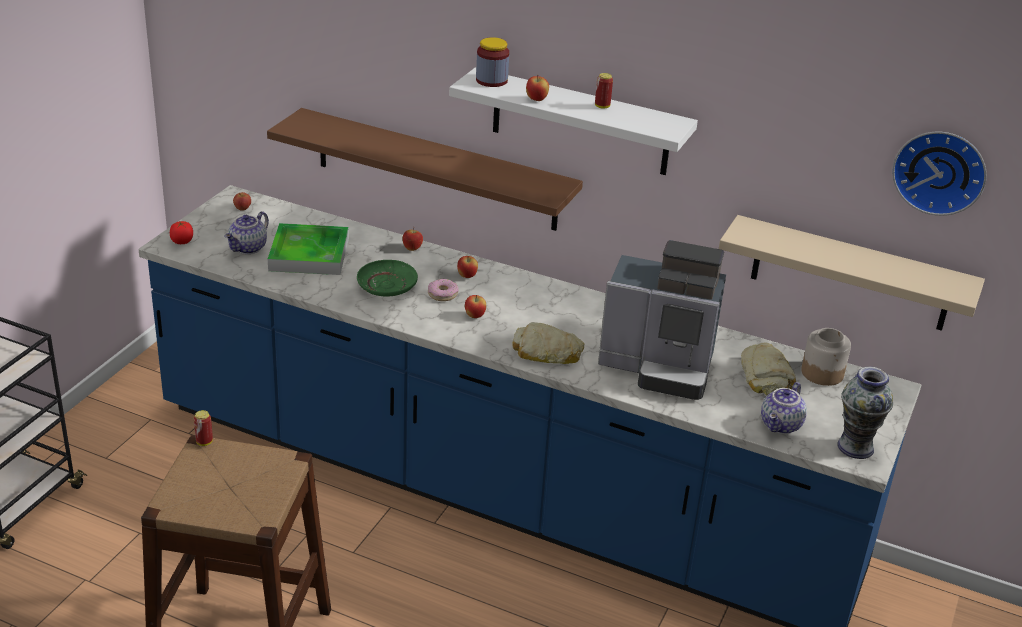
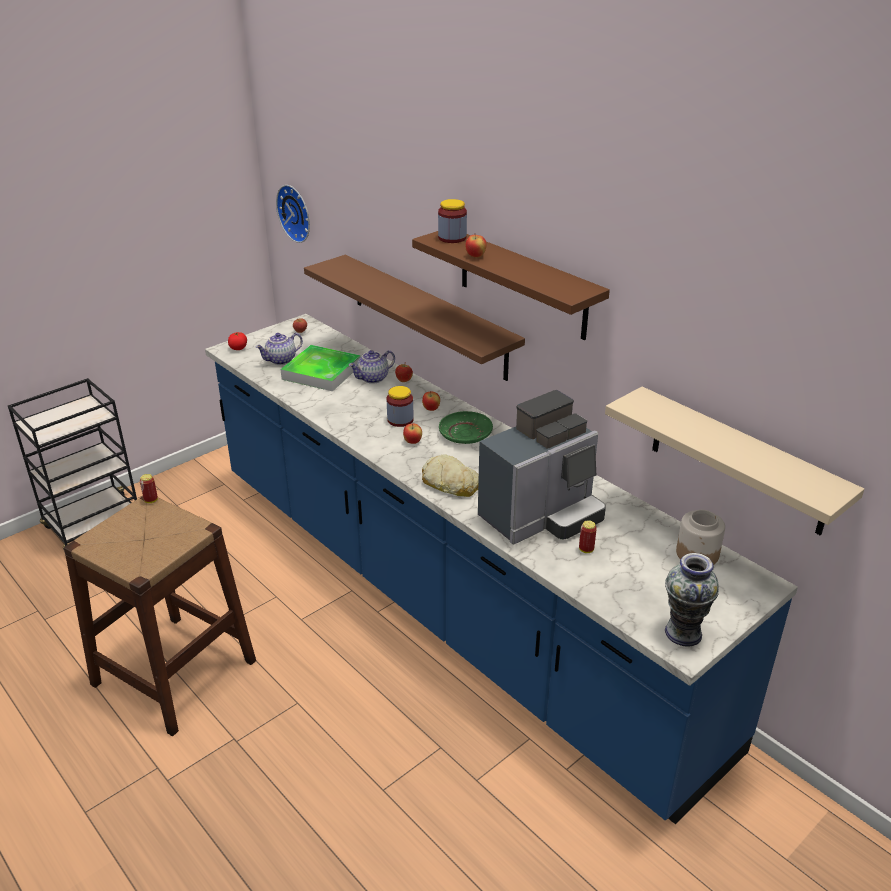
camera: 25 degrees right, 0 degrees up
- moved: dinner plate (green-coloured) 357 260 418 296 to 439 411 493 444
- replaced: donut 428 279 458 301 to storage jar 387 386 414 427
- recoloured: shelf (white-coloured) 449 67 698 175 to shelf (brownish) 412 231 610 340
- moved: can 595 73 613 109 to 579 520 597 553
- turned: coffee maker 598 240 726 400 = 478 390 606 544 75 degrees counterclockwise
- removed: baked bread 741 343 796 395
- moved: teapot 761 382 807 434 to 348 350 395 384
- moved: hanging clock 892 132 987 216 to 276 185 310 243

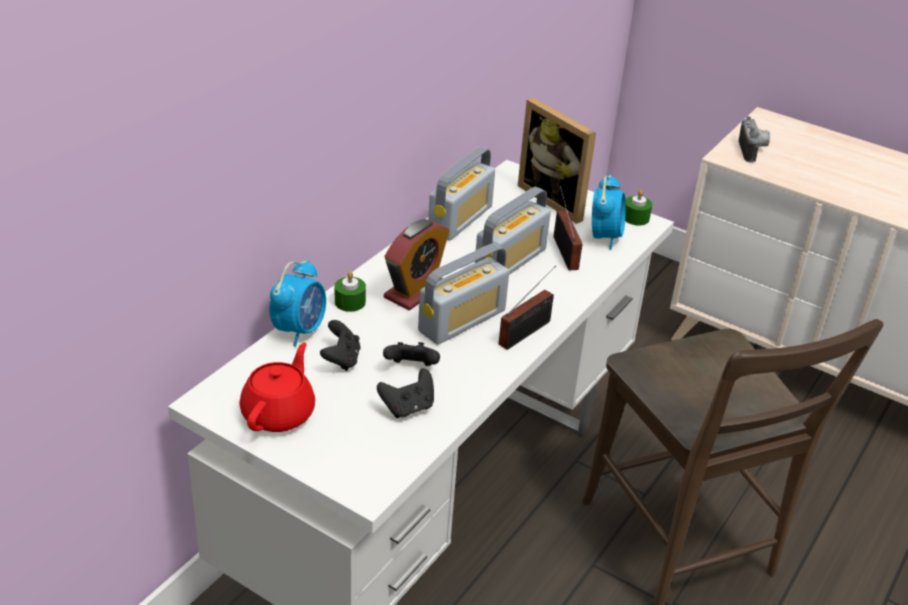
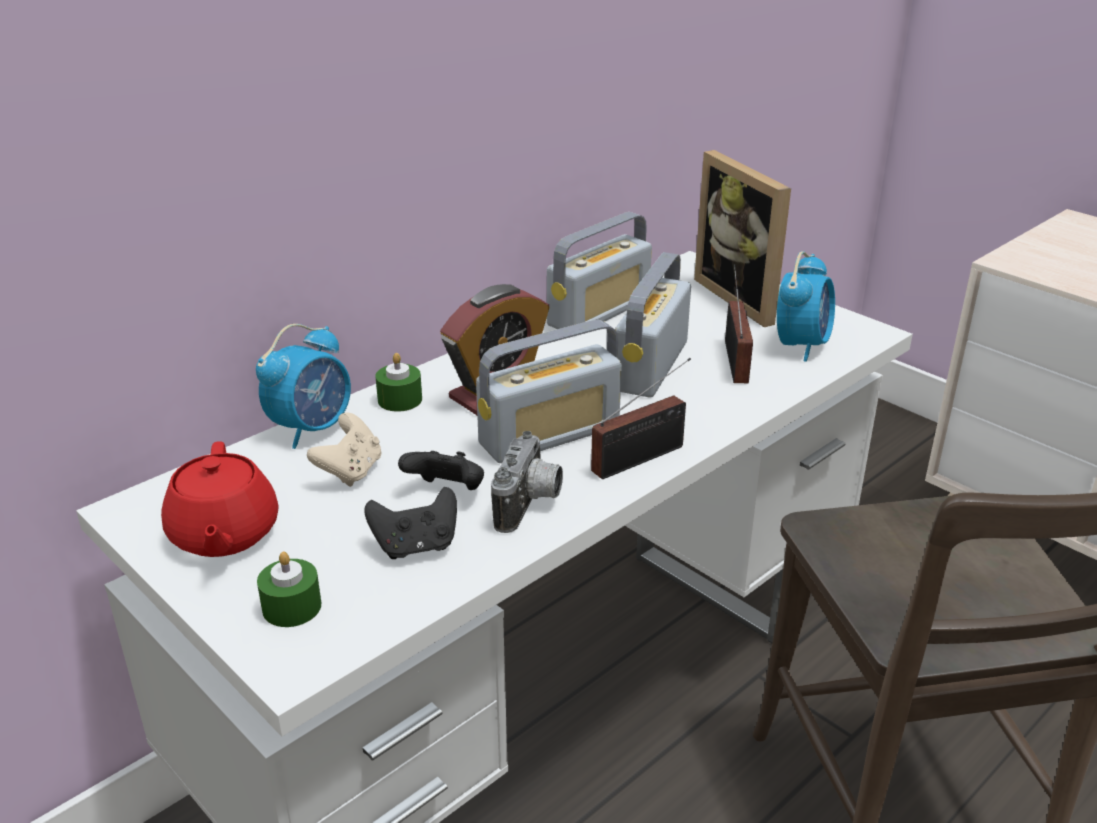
camera: 15 degrees right, 5 degrees down
- turned: teapot (red) 240 342 315 432 = 161 441 279 557 135 degrees clockwise
- recoloured: joypad (black-coloured) 320 320 360 371 to joypad (sand-coloured) 307 413 381 487
- turned: radio receiver 475 187 551 275 = 615 252 691 397 150 degrees clockwise
- moved: candle (green-coloured) 625 190 652 226 to 257 551 321 627
- moved: photo camera 738 116 770 163 to 491 431 563 533

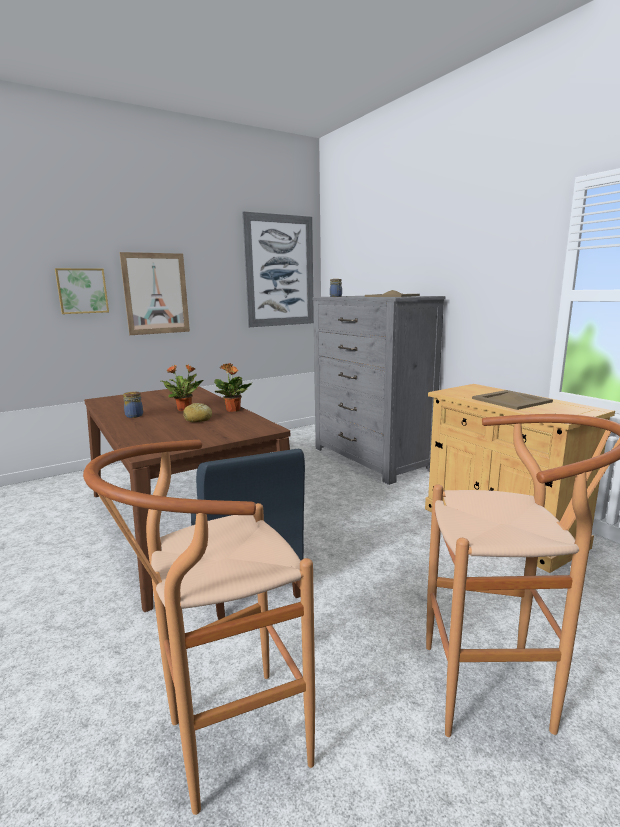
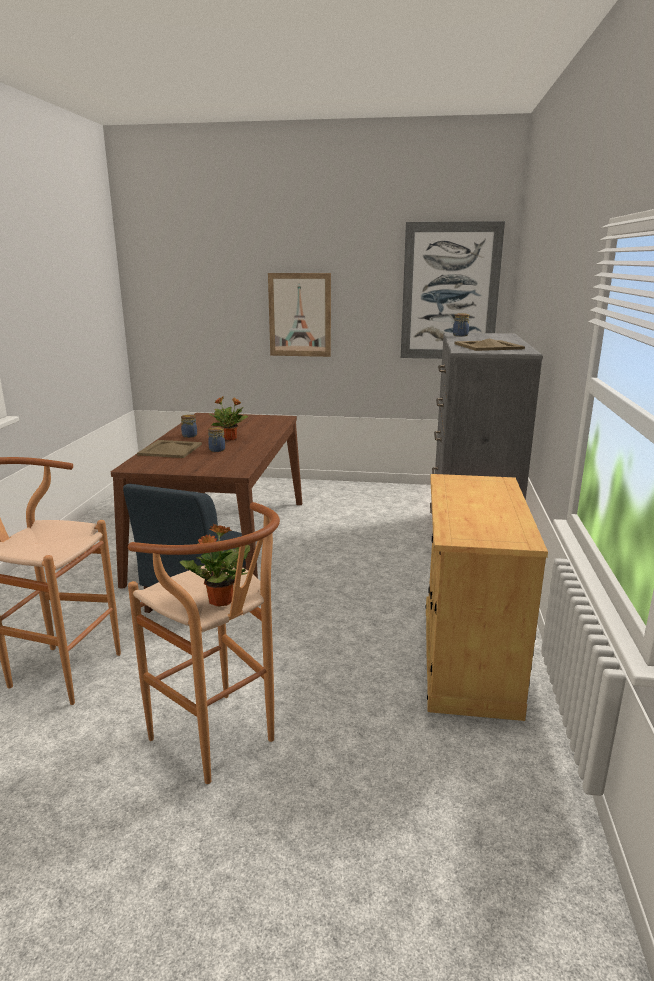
camera: 40 degrees right, 5 degrees up
- removed: picture 55 268 109 314
- replaced: baked bread 183 403 212 422 to storage jar 208 427 225 452
- moved: plant in a pot 214 363 252 412 to 180 524 250 606
- moved: serving tray (sand-coloured) 472 390 553 410 to 137 440 202 458

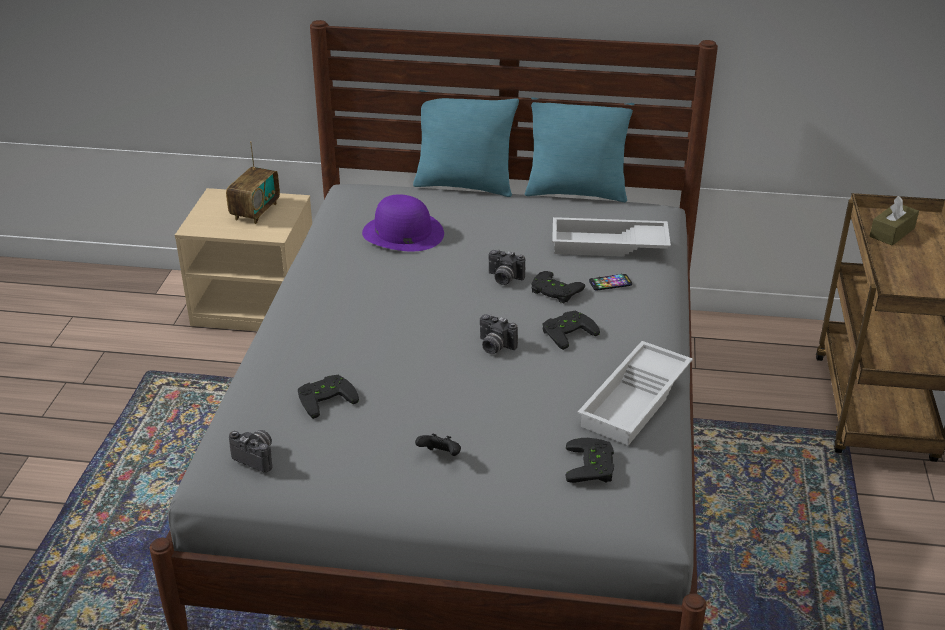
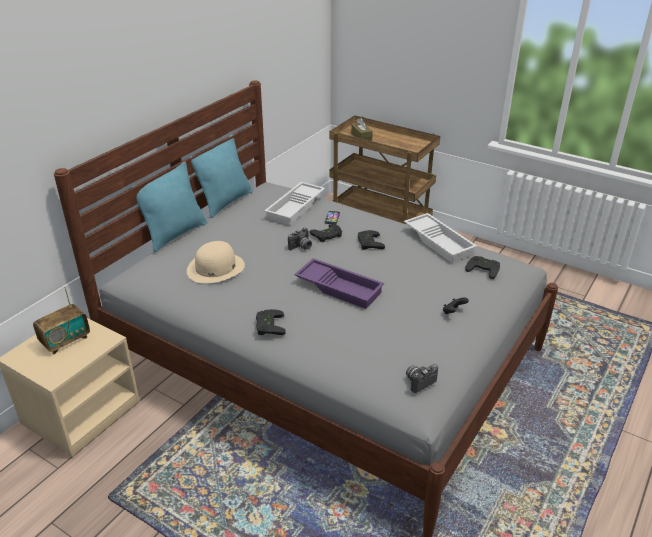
camera: 65 degrees left, 0 degrees up
- turned: radio receiver 226 141 280 224 = 33 286 90 355 90 degrees clockwise
- moved: joypad (black-coloured) 298 375 359 419 to 256 309 286 335
- recoloured: clothing hat (purple-coloured) 362 194 444 251 to clothing hat (sand-coloured) 187 241 245 283
- removed: photo camera 480 314 518 354
- added: serving tray (purple-coloured) 294 258 384 309

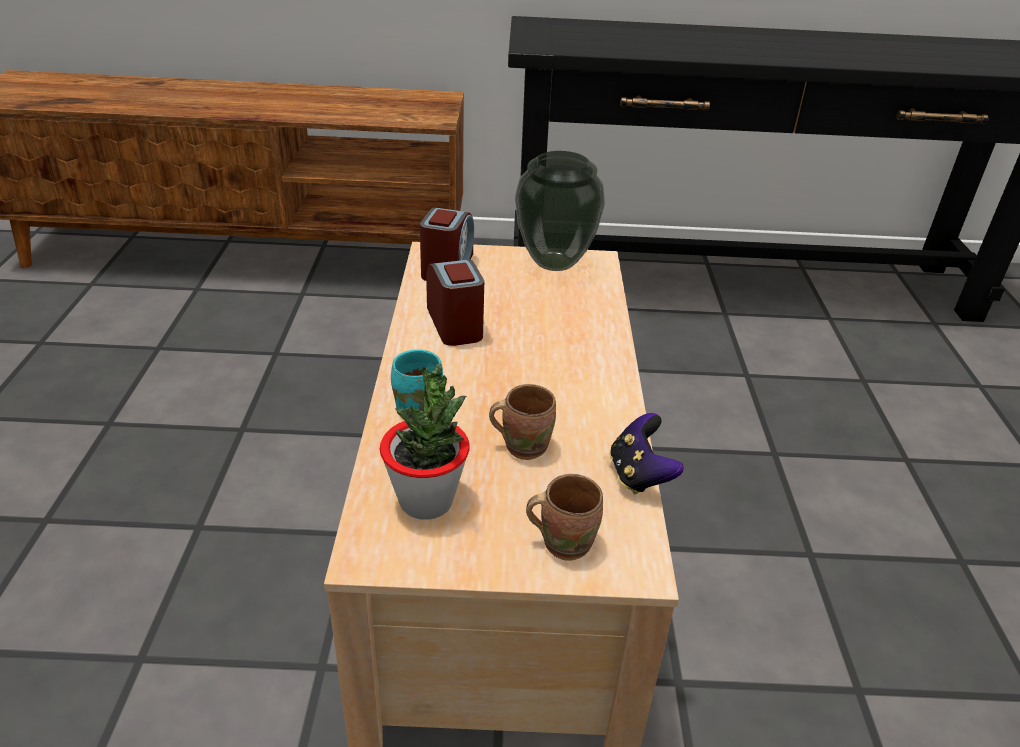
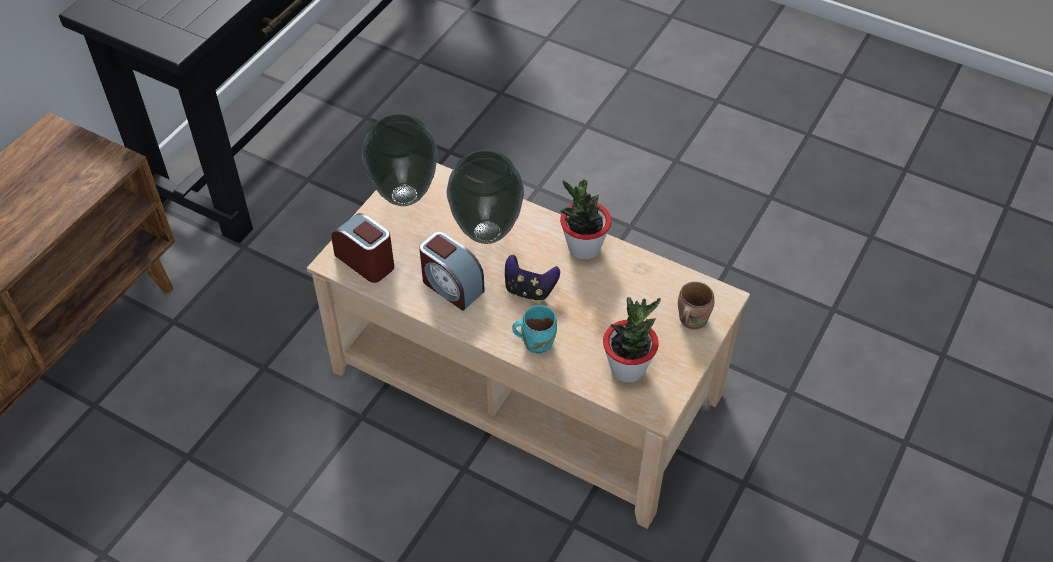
camera: 60 degrees left, 15 degrees up
- turned: alarm clock 426 260 484 346 = 419 232 485 311 150 degrees counterclockwise
- removed: coffee mug (brownish) 489 384 556 460
- moved: joypad 610 413 684 494 to 505 255 560 302
- added: decorative vase 446 150 524 244
- added: plant in a pot 560 179 611 260

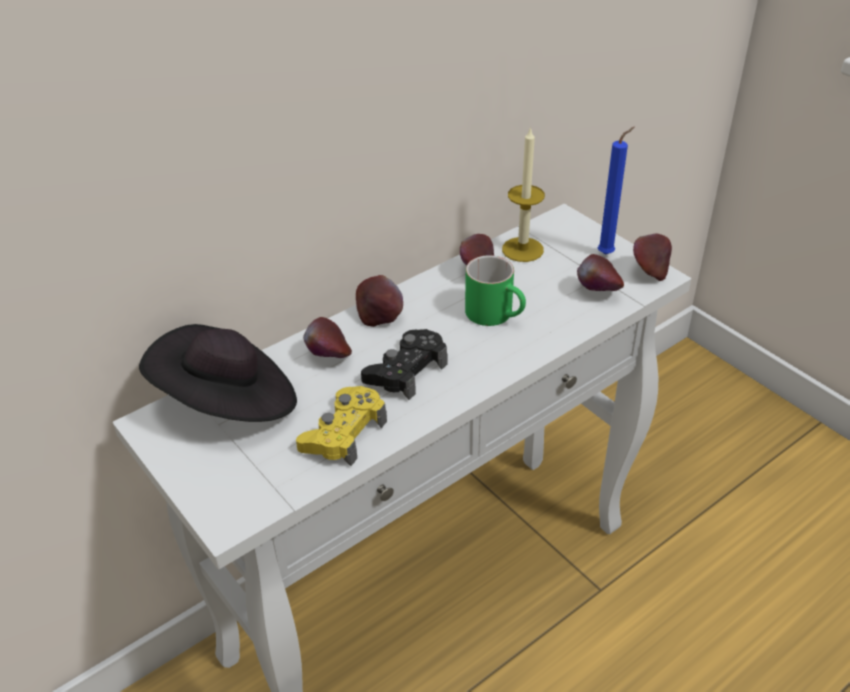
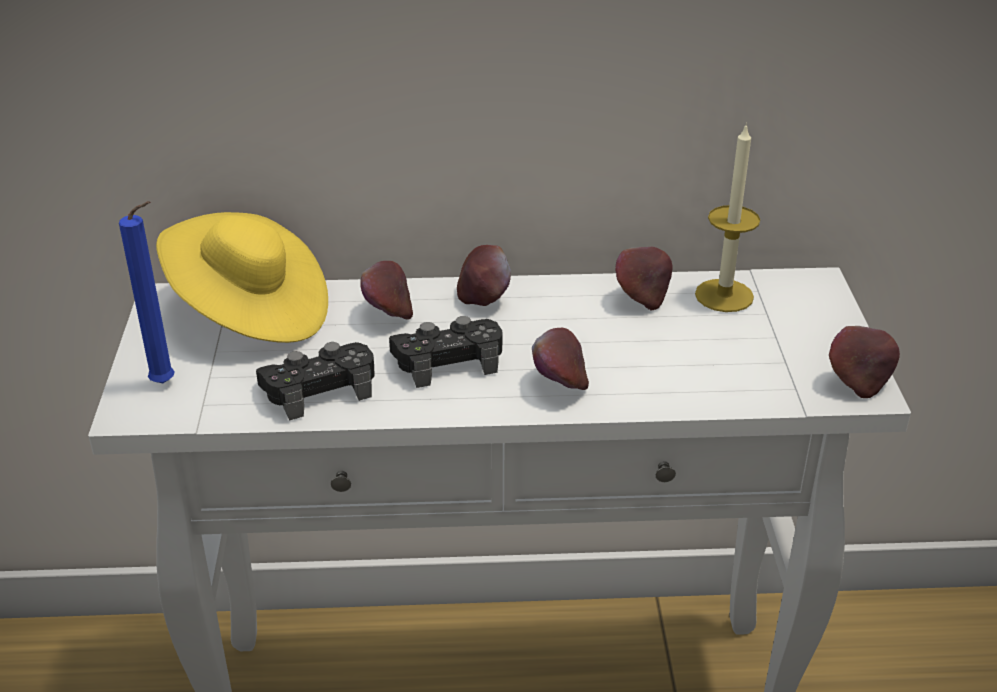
camera: 35 degrees right, 5 degrees down
- recoloured: clothing hat (black-coloured) 139 324 297 422 to clothing hat (yellow) 156 212 328 343
- recoloured: joypad (yellow) 296 386 387 466 to joypad (black-coloured) 256 342 375 421
- removed: coffee mug (green-coloured) 465 255 526 326
- moved: apple fruit 577 254 624 291 to 532 328 589 390
- moved: candle (blue) 598 127 635 255 to 119 201 175 383

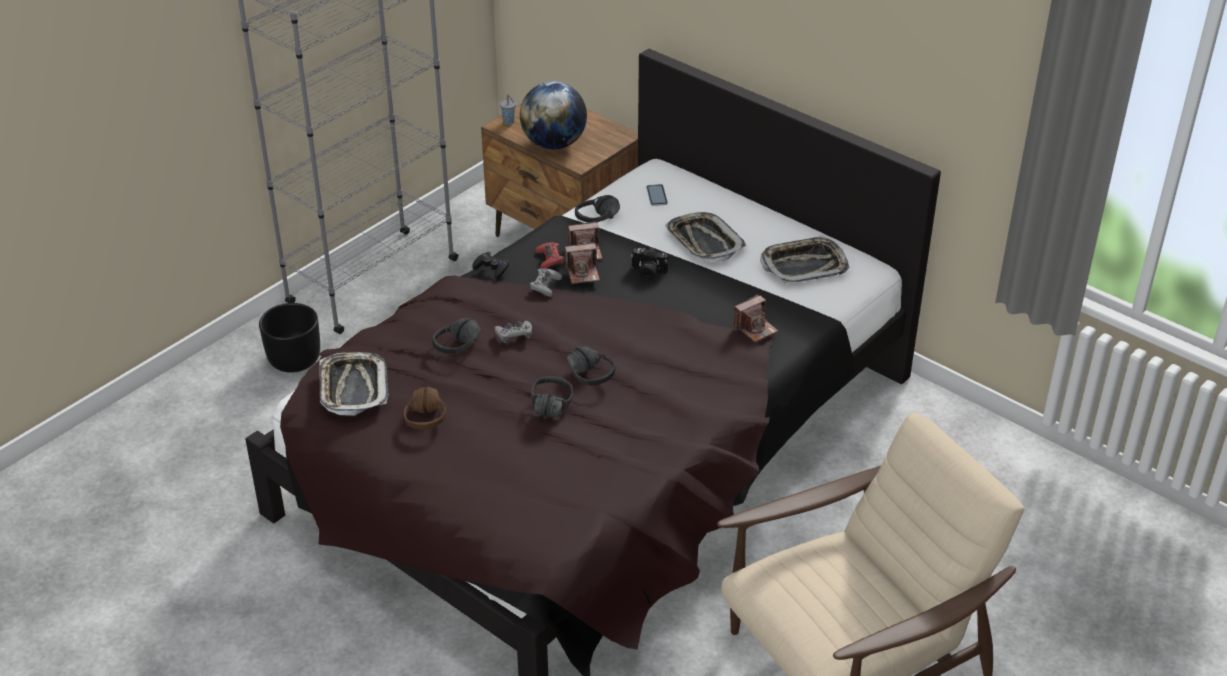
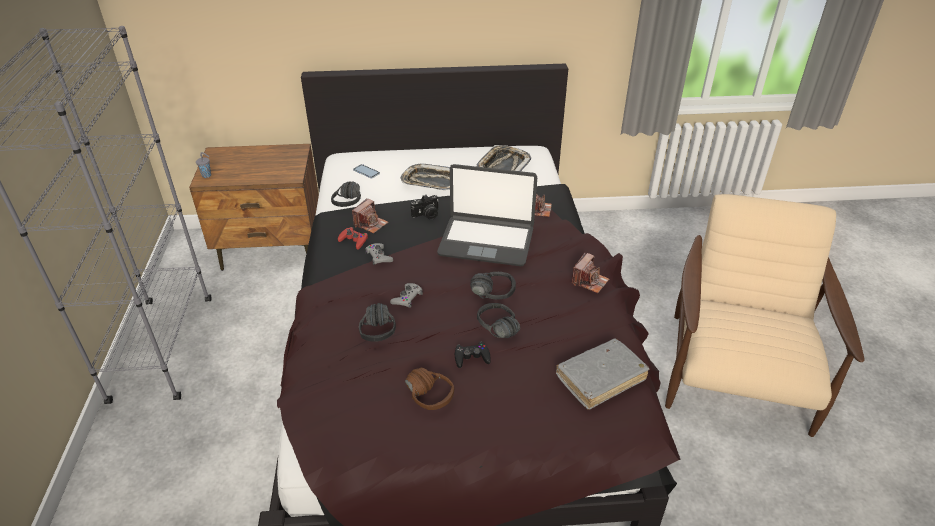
camera: 45 degrees left, 0 degrees up
- removed: flower pot (black-coloured) 259 303 320 373
- removed: serving tray 319 352 389 416
- moved: joypad (black-coloured) 472 252 509 279 to 455 341 491 368
- removed: desk globe 520 81 587 150
- moved: photo camera 564 242 600 284 to 572 253 609 293
- added: notebook computer 437 164 537 266
- added: bound book (grey) 556 339 649 410

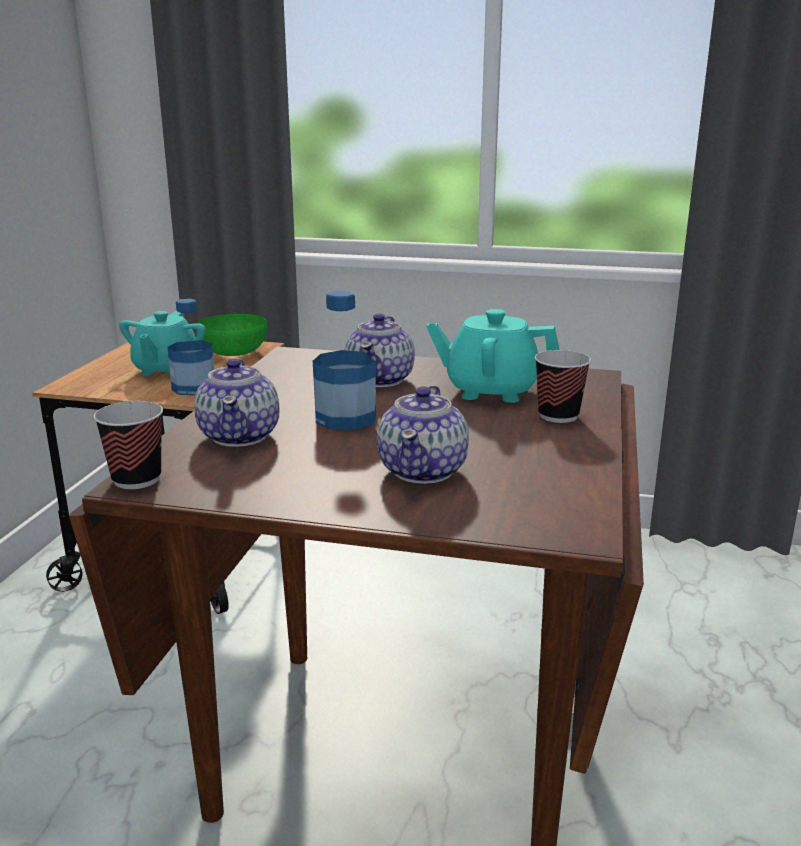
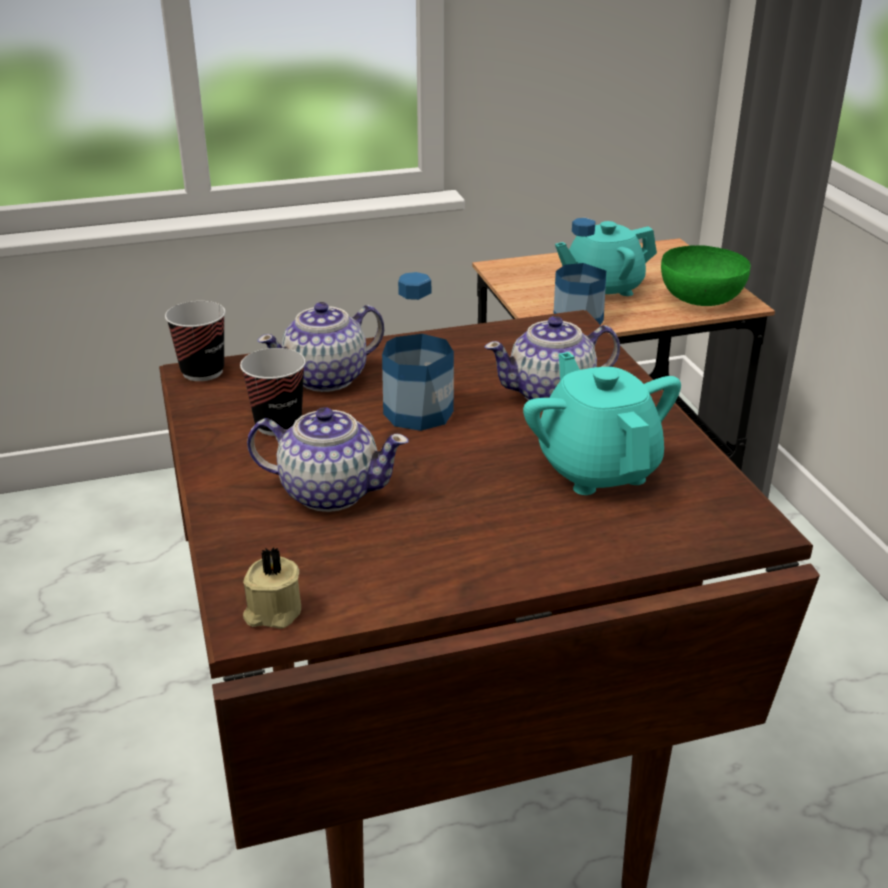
camera: 60 degrees right, 10 degrees up
- turned: teapot 377 385 469 484 = 247 407 409 512 150 degrees counterclockwise
- moved: cup 535 350 591 423 to 240 348 306 436
- added: candle (sand-coloured) 243 547 301 629

